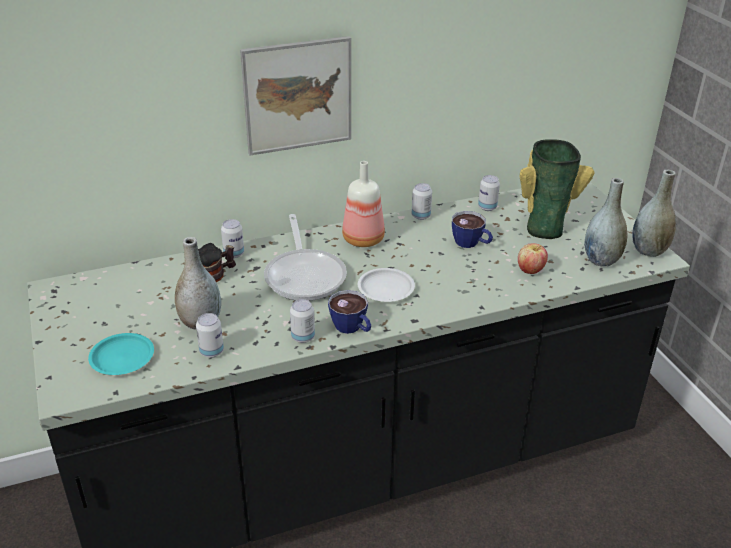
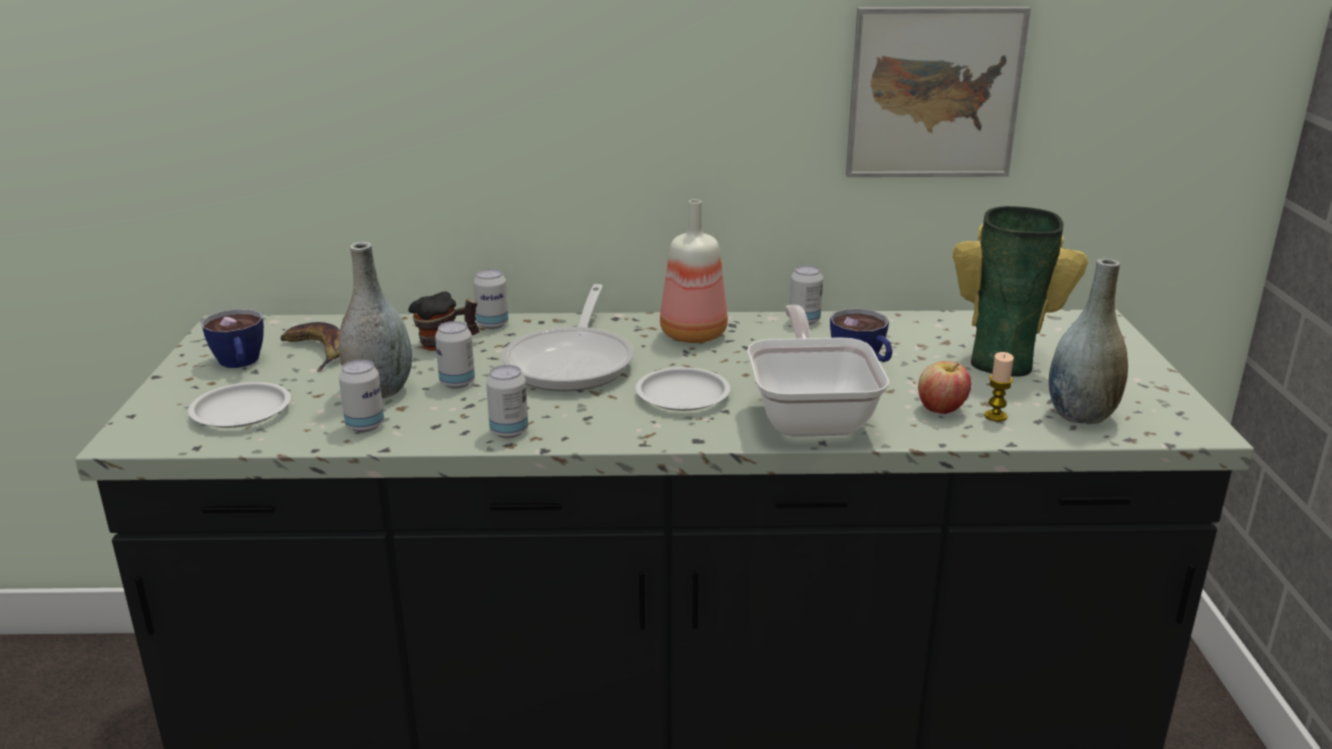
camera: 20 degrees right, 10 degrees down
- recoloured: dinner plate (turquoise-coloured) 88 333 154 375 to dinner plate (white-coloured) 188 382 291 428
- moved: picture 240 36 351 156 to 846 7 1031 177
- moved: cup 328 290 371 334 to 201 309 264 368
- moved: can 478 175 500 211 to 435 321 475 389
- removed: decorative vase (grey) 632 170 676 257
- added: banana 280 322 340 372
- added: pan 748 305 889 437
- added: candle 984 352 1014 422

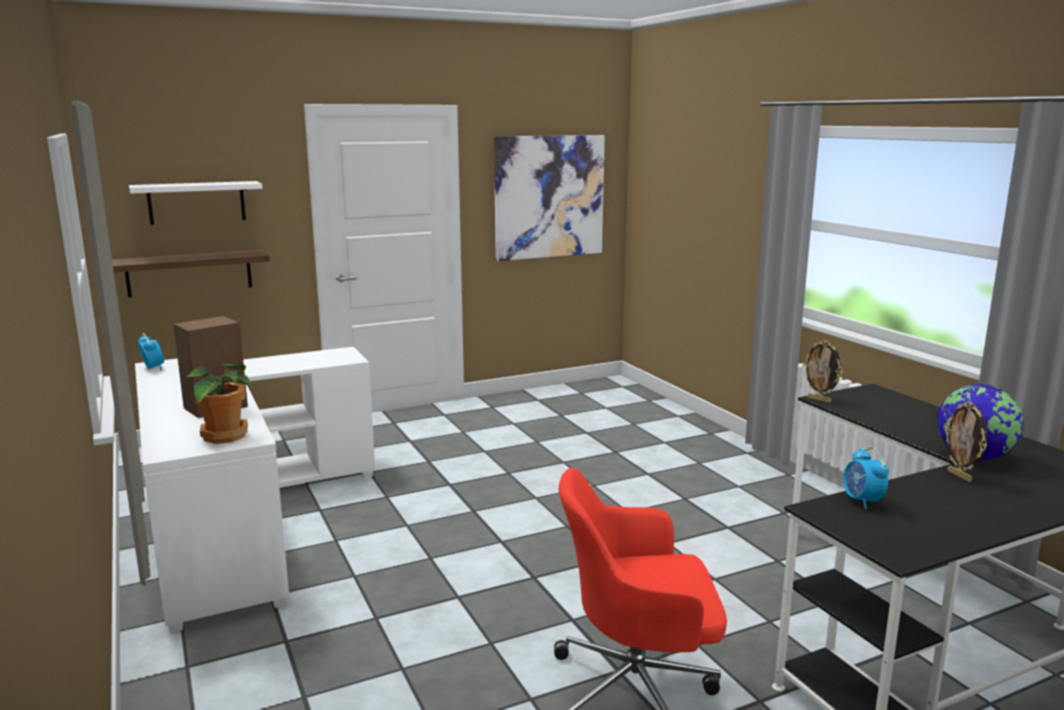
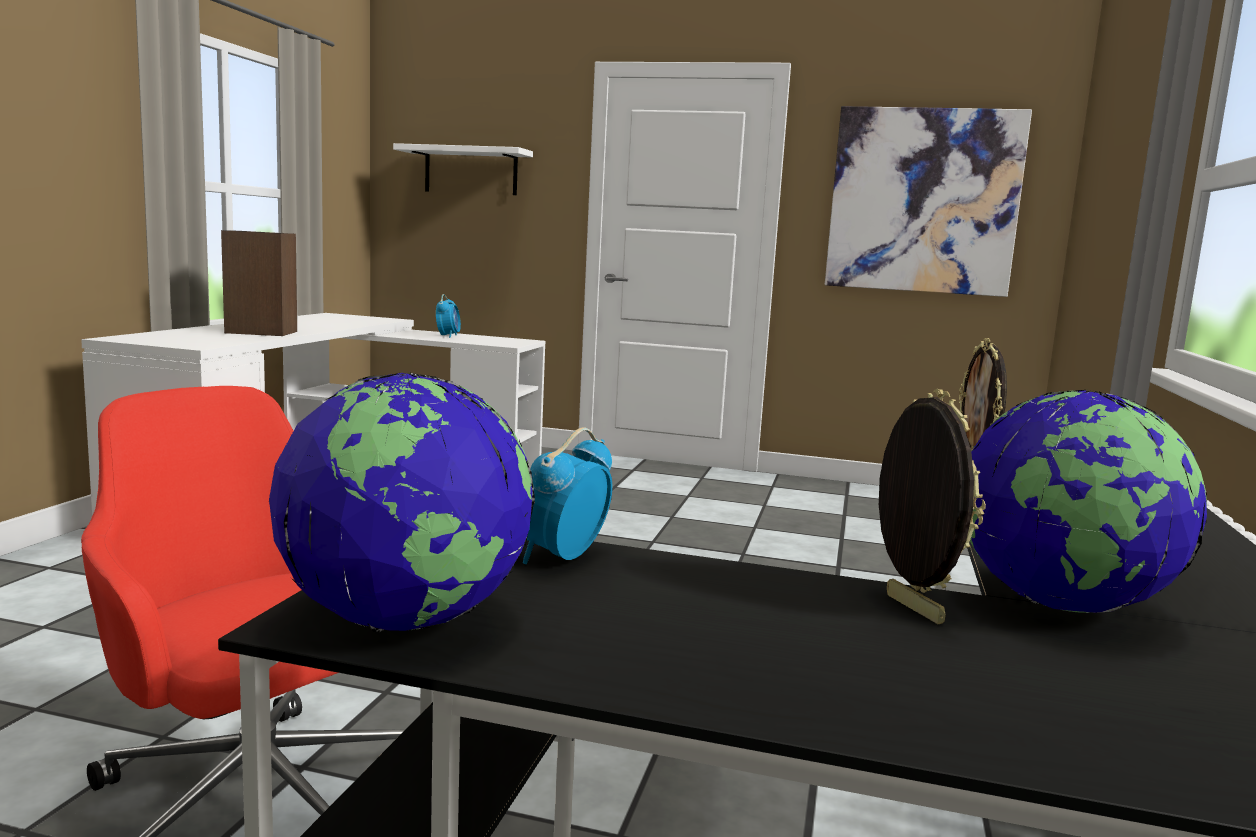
camera: 40 degrees right, 5 degrees down
- removed: shelf 112 250 270 297
- moved: alarm clock 138 333 164 371 to 436 294 461 338
- removed: plant in a pot 186 363 251 444
- turned: standing frame 945 401 987 482 = 879 389 986 624 135 degrees clockwise
- added: desk globe 269 372 535 632

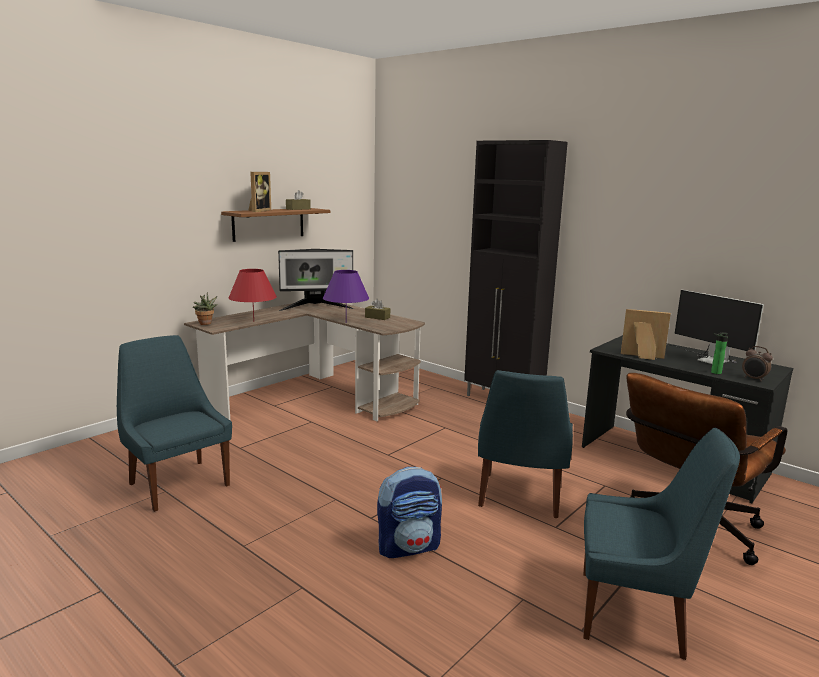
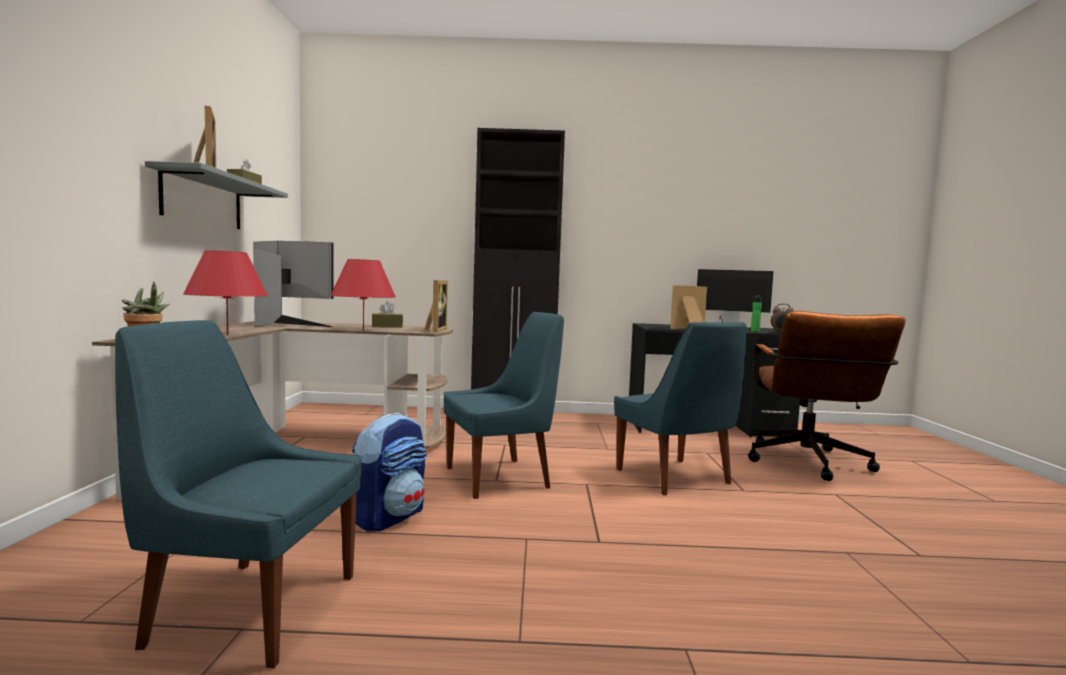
camera: 40 degrees left, 10 degrees down
- recoloured: shelf (brownish) 221 208 330 242 to shelf (grey) 145 161 288 229
- turned: computer screen 278 249 354 311 = 253 241 333 327 105 degrees counterclockwise
- recoloured: lamp for a table (purple-coloured) 323 270 369 323 to lamp for a table (red) 330 259 395 331
- moved: knapsack 377 467 442 558 to 352 413 427 532
- moved: plain chair (blue) 583 428 740 660 to 444 312 564 499
- added: standing frame 424 280 448 333

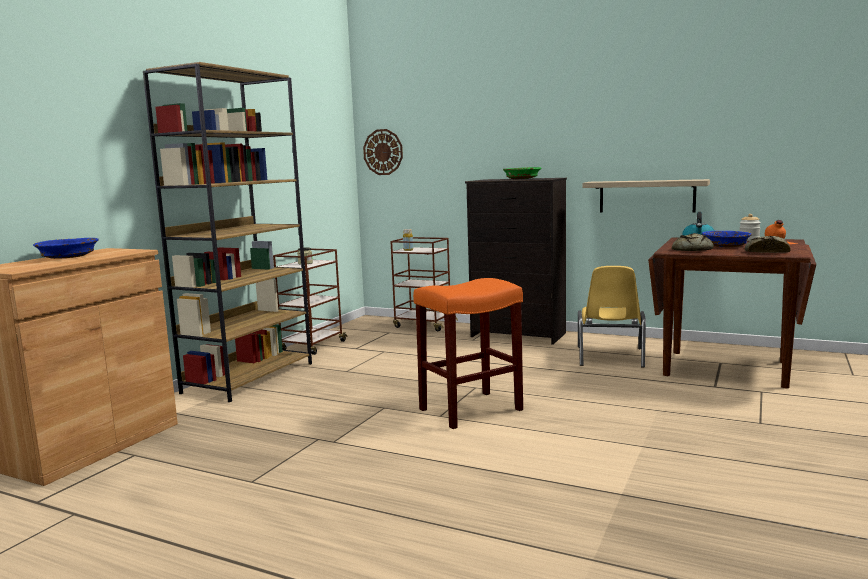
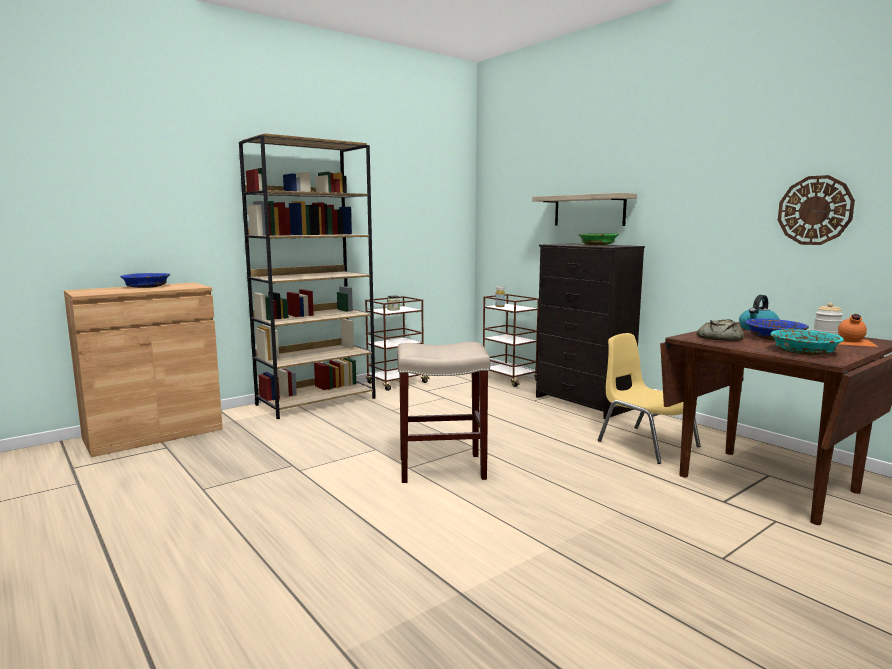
camera: 25 degrees right, 0 degrees up
- moved: hanging clock 363 129 403 175 to 778 175 855 245
- recoloured: stool (orange) 413 278 523 429 to stool (sand-coloured) 397 342 490 483
- turned: plain chair (yellow) 578 266 646 368 = 598 333 701 464 105 degrees clockwise
- moved: shelf 582 179 710 213 to 532 193 637 226
- replaced: baked bread 745 236 790 253 to deep dish (turquoise-coloured) 770 329 844 355

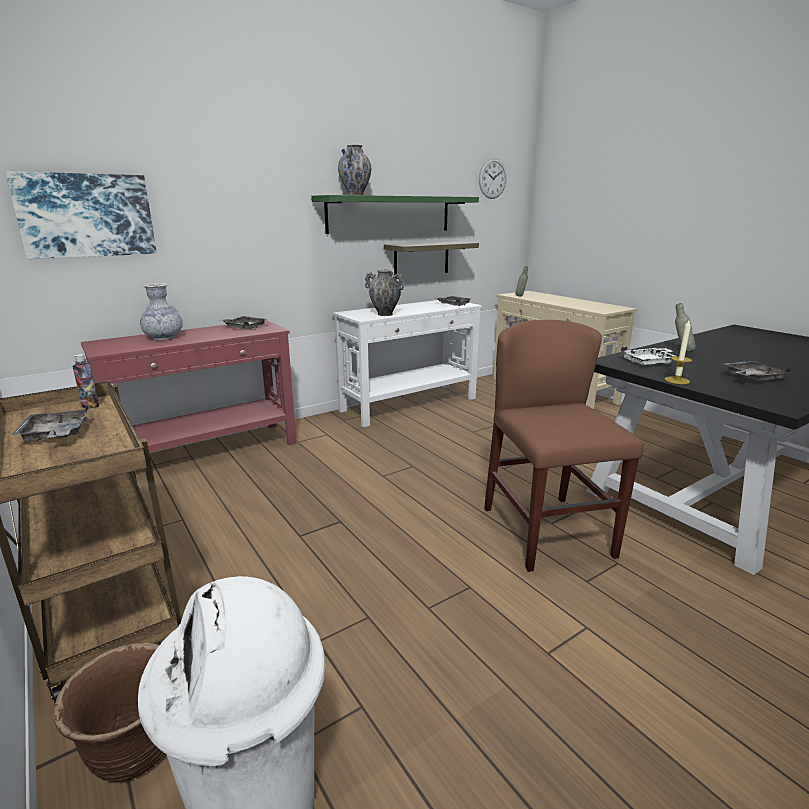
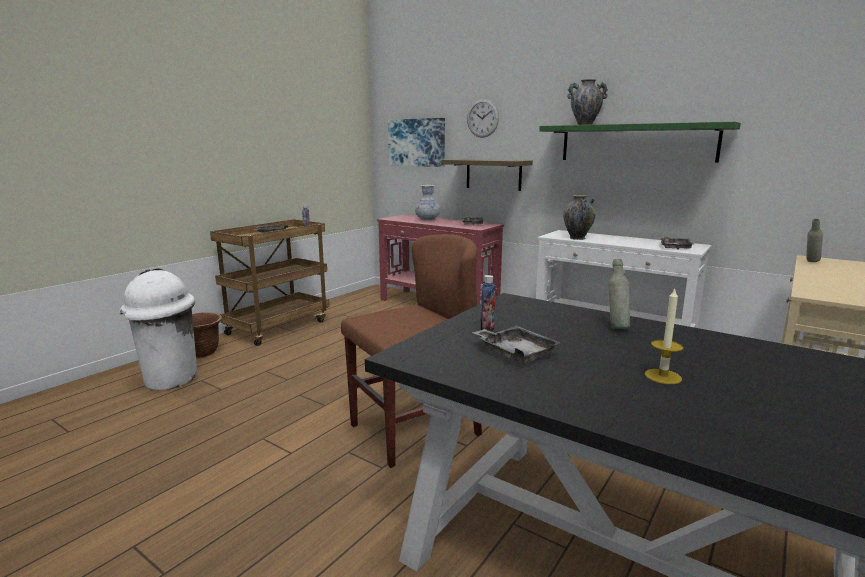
camera: 70 degrees right, 5 degrees down
- moved: shelf 384 241 479 275 to 441 159 533 191
- moved: hanging clock 479 158 507 199 to 467 99 499 138
- removed: serving tray (white-coloured) 621 346 675 365
- moved: candle 665 320 693 384 to 645 289 684 384
- added: drink bottle 480 275 496 331

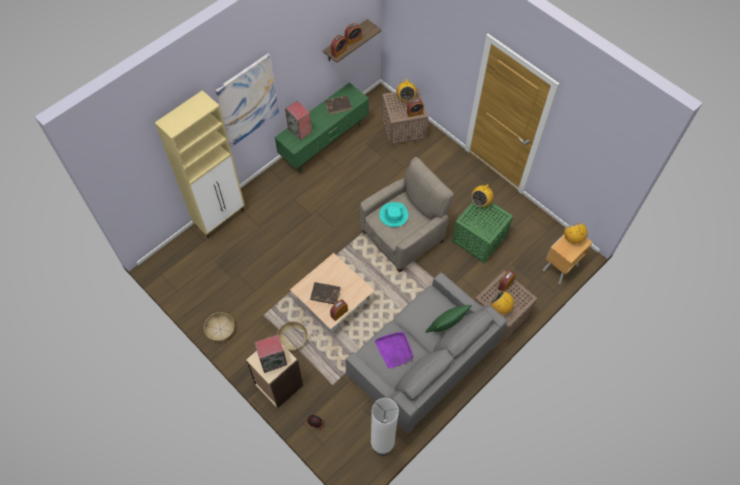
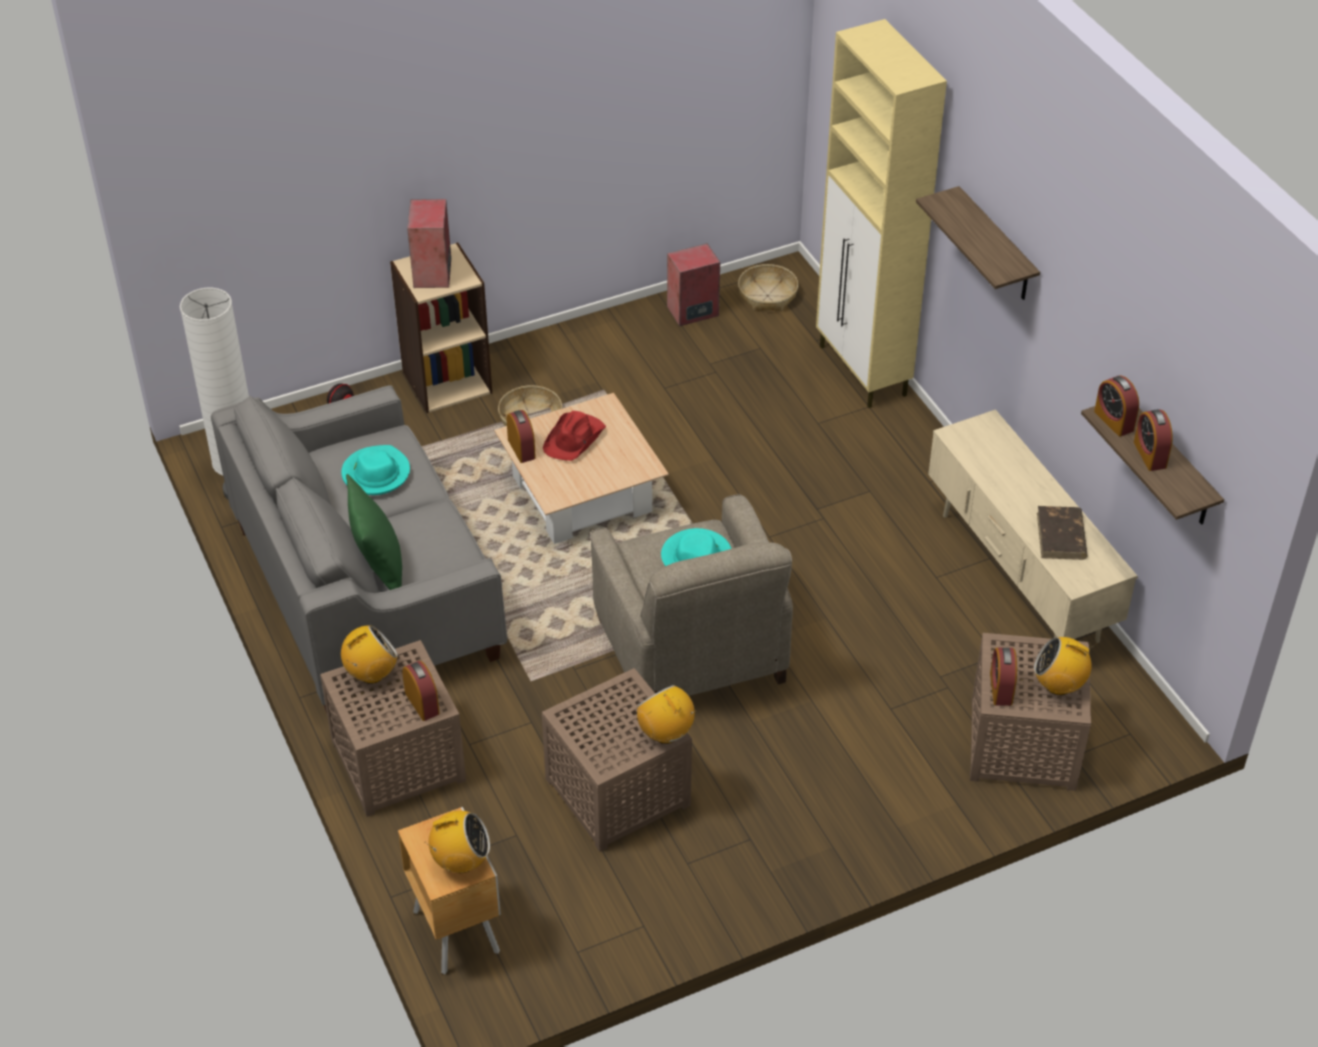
camera: 110 degrees right, 15 degrees down
- moved: storage basket 204 312 234 342 to 738 264 799 312
- replaced: picture 215 53 279 147 to shelf 916 186 1040 300
- recoloured: media console (green-coloured) 274 83 369 173 to media console (sand-coloured) 928 409 1138 643
- moved: speaker 285 101 312 140 to 667 243 720 326
- replaced: bound book (brownish) 310 282 341 304 to clothing hat (red) 543 411 606 461
- replaced: serving tray (purple-coloured) 374 331 414 369 to clothing hat (turquoise-coloured) 341 445 410 495
- recoloured: end table (green-coloured) 452 202 513 264 to end table (brownish) 542 668 692 852

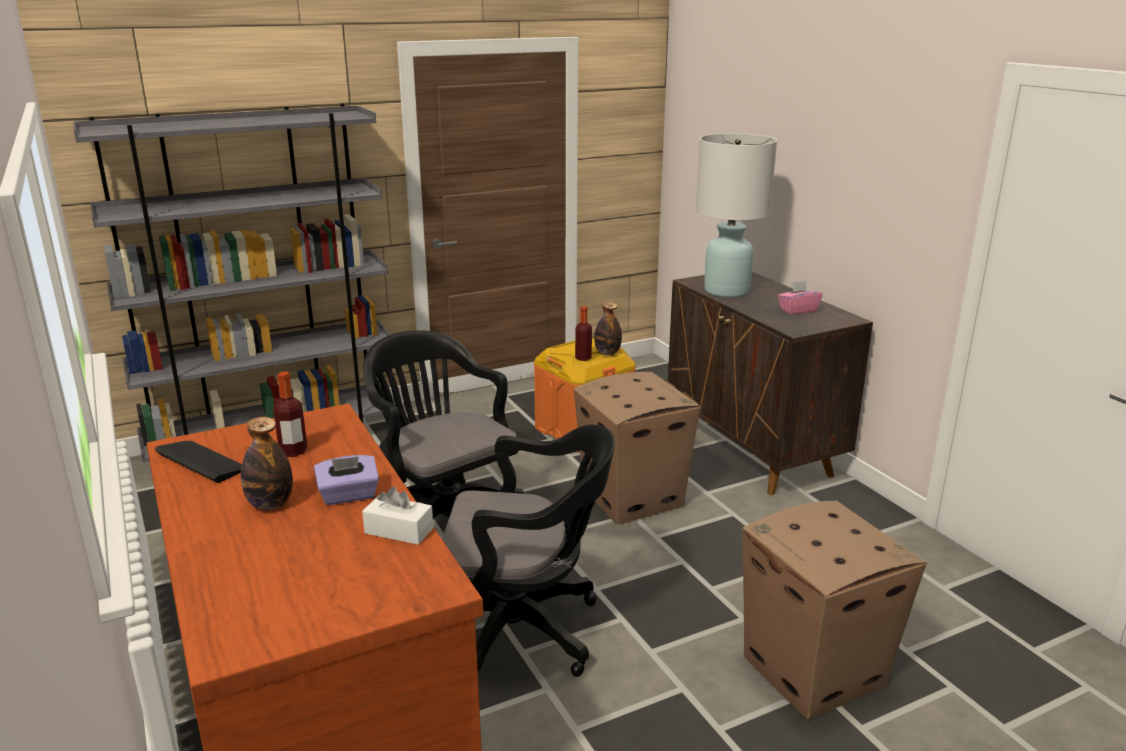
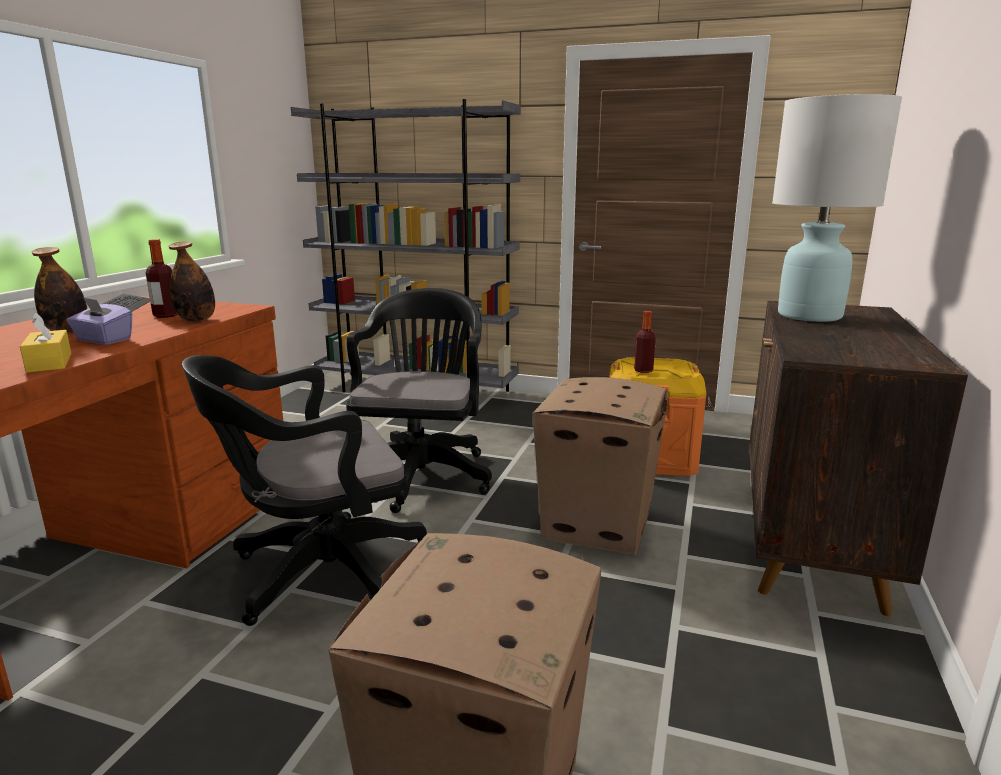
camera: 45 degrees right, 5 degrees down
- recoloured: box of tissues (white-coloured) 362 487 433 545 to box of tissues (yellow) 20 312 72 373
- turned: desk chair (black-coloured) 442 425 615 677 = 182 355 427 626 105 degrees clockwise
- moved: drink bottle 594 302 622 355 to 168 241 215 322
- removed: box of tissues (pink) 778 281 823 315

